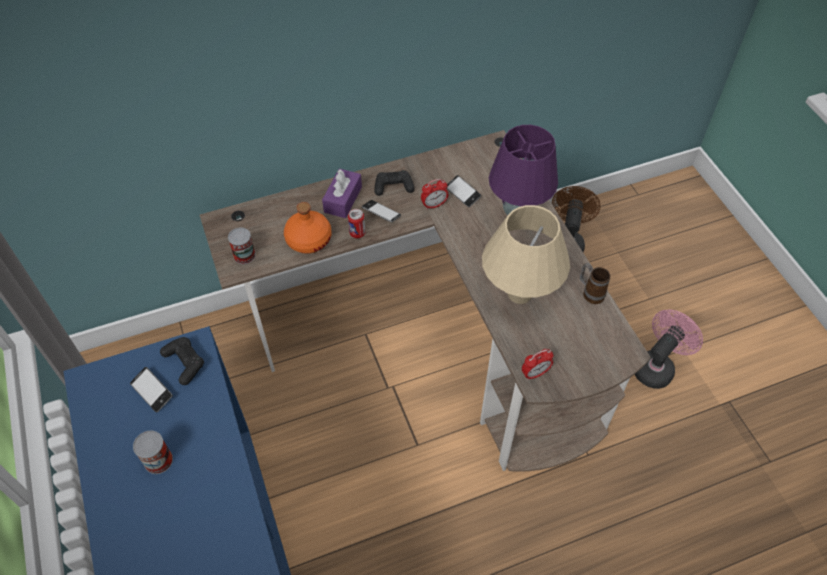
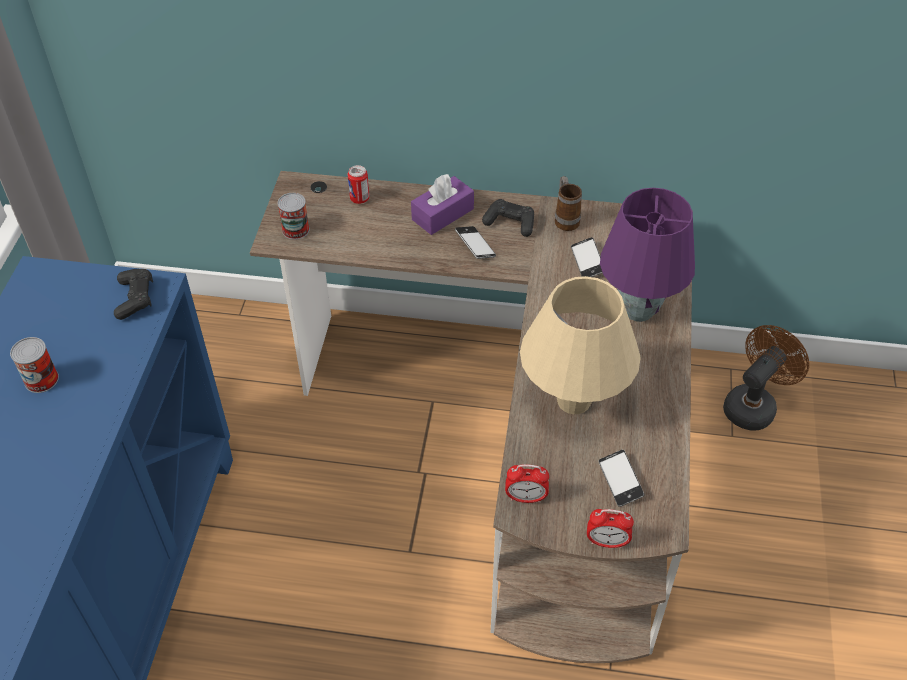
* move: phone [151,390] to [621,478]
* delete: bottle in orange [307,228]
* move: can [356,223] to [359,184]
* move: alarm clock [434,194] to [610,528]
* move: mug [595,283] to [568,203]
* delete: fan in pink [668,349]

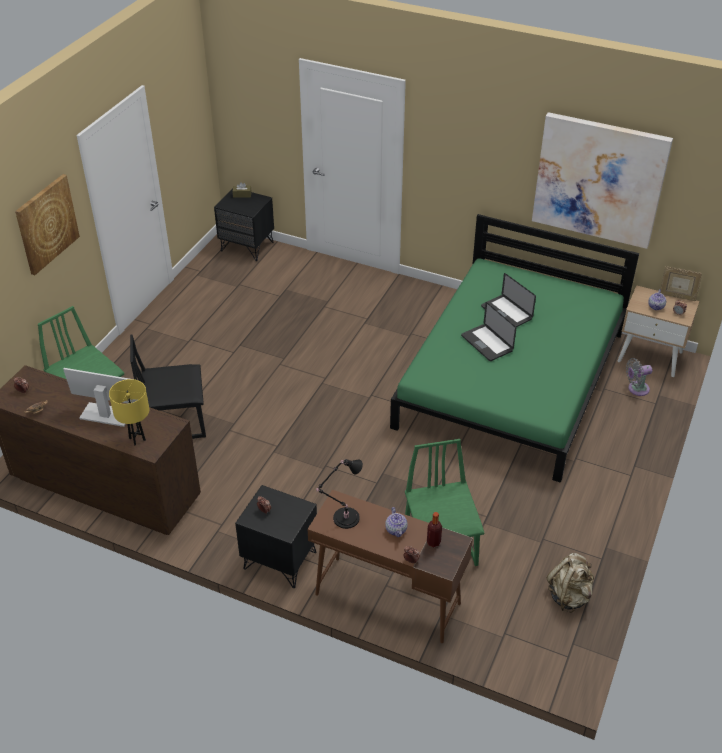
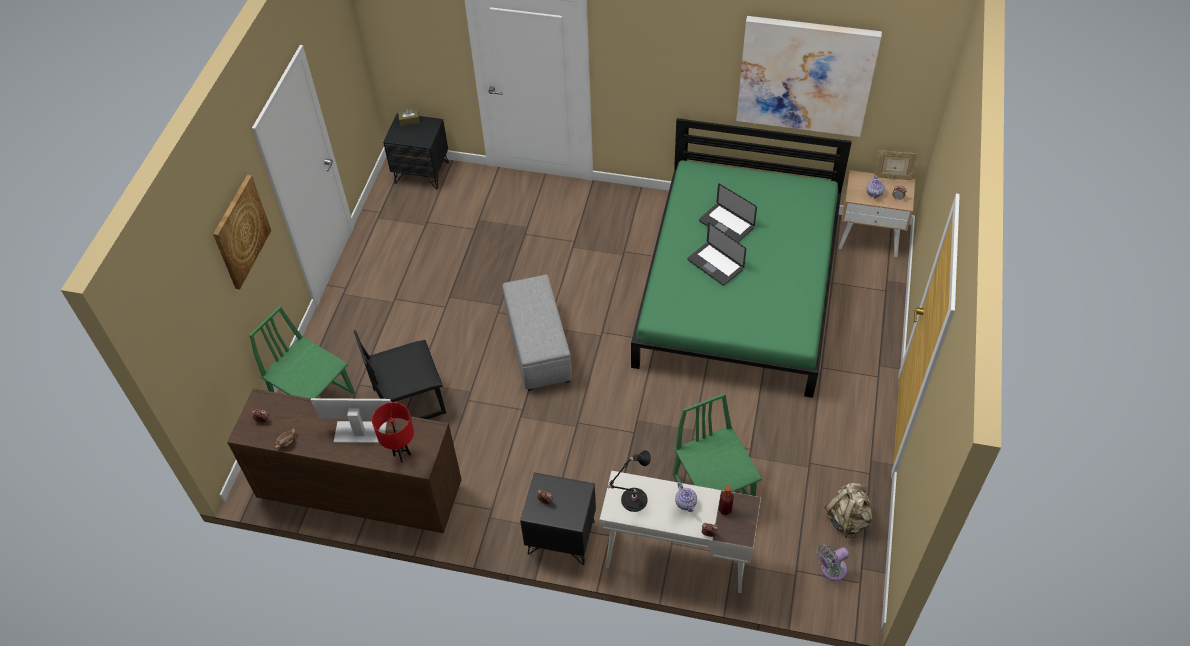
* recolor: table lamp in yellow [129,412] to table lamp in red [393,432]
* recolor: desk in brown [390,566] to desk in white [680,532]
* move: fan in grey [639,377] to [833,562]
* insert: ottoman in grey [537,333]

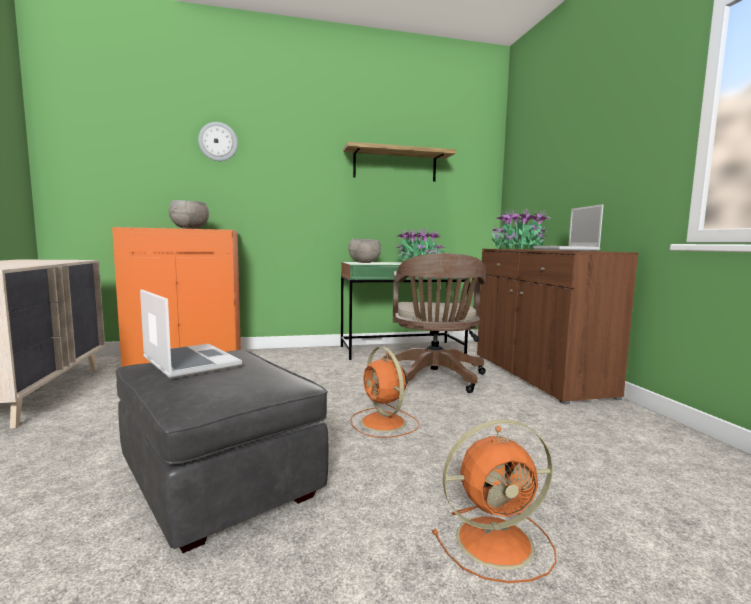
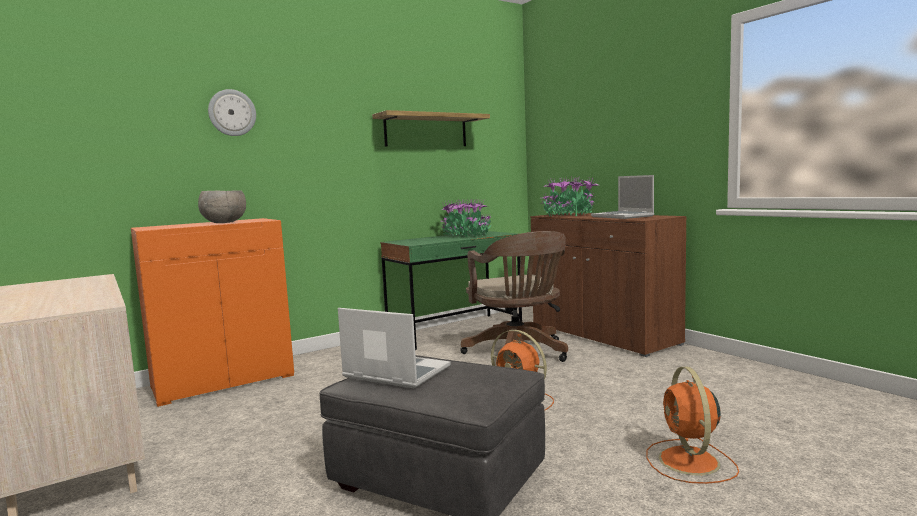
* delete: bowl in grey [364,251]
* rotate: fan in orange [494,501] = [692,425] 120 degrees clockwise

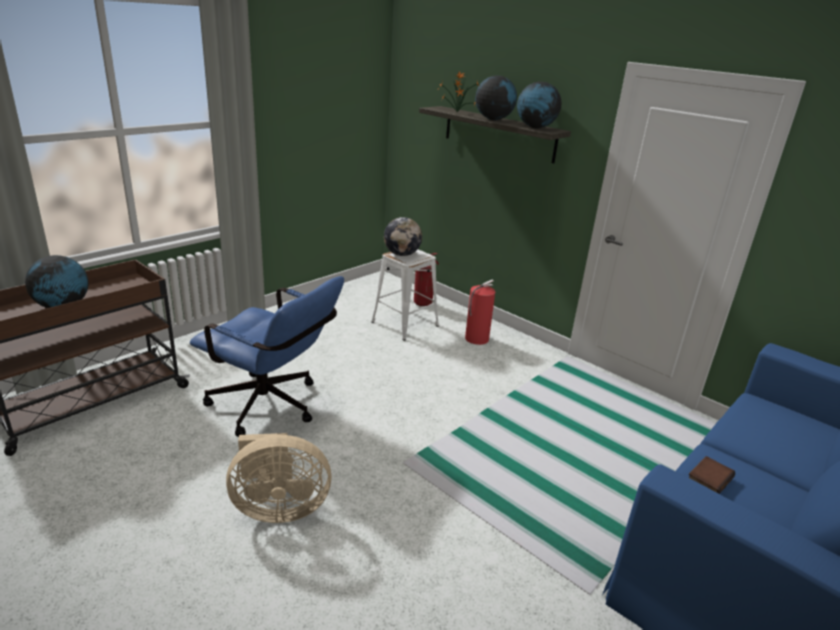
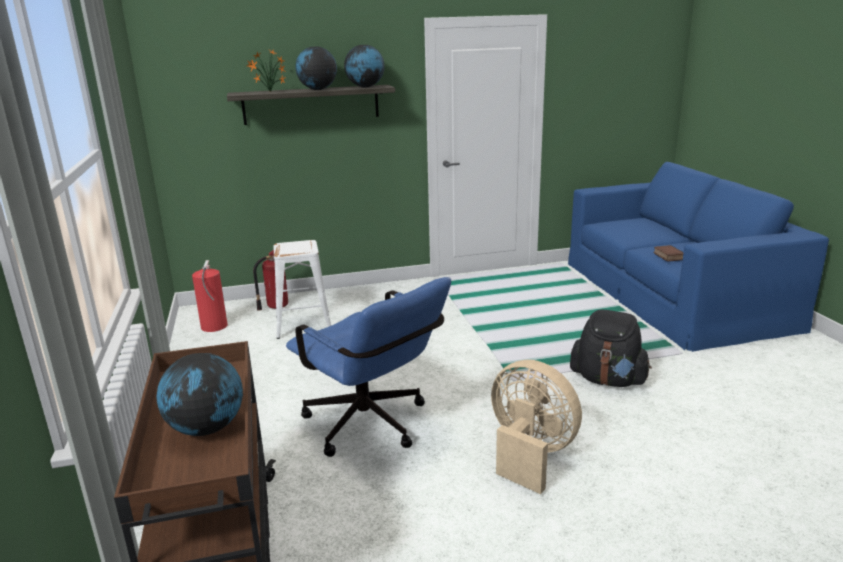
* rotate: office chair in blue [267,356] = [368,367] 75 degrees clockwise
* rotate: fan in beige [279,478] = [536,427] 75 degrees counterclockwise
* delete: globe [403,236]
* move: fire extinguisher [480,312] to [210,296]
* insert: backpack in black [611,348]

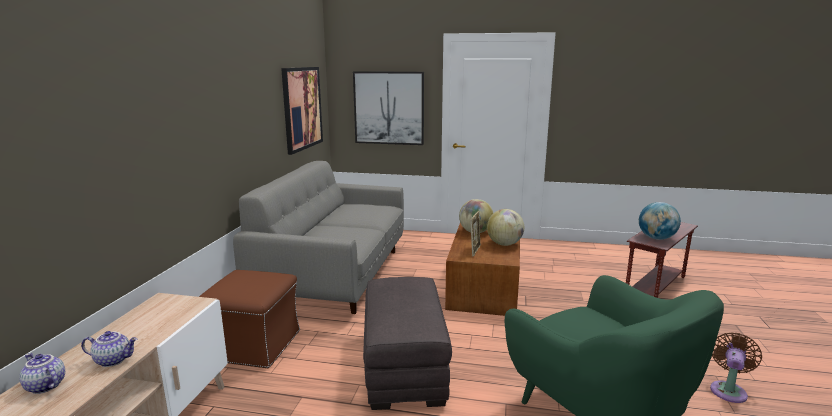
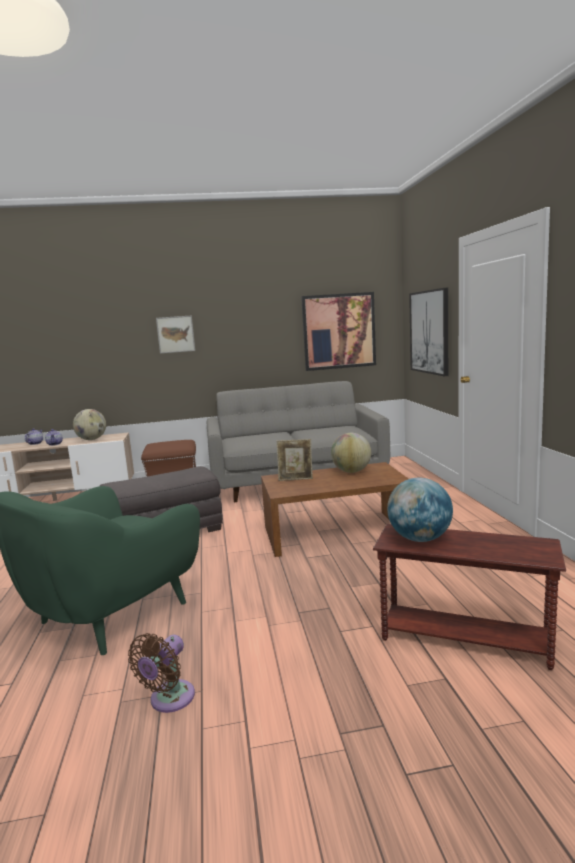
* move: globe [505,227] to [89,424]
* rotate: fan in brown [736,367] = [161,673] 105 degrees clockwise
* insert: picture [175,334]

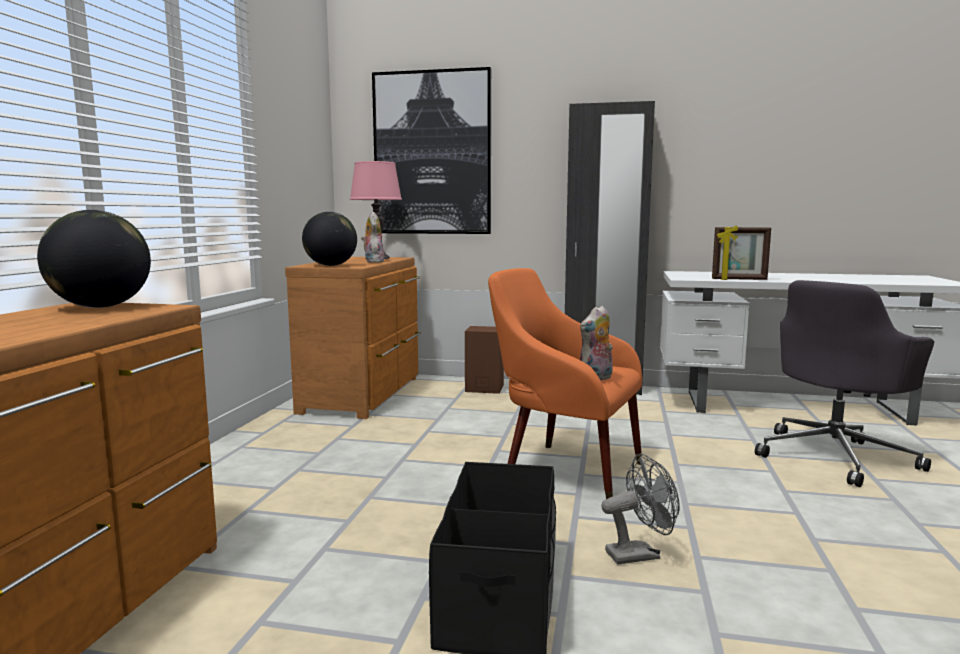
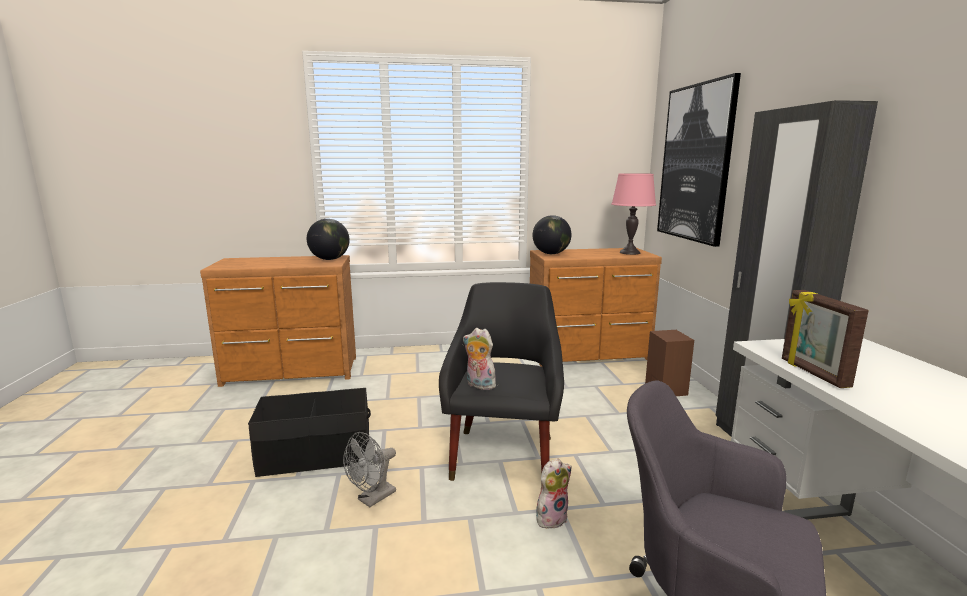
* move: plush toy [373,237] to [554,493]
* recolor: armchair in orange [565,383] to armchair in black [501,381]
* rotate: fan in grey [640,508] = [369,469] 75 degrees clockwise

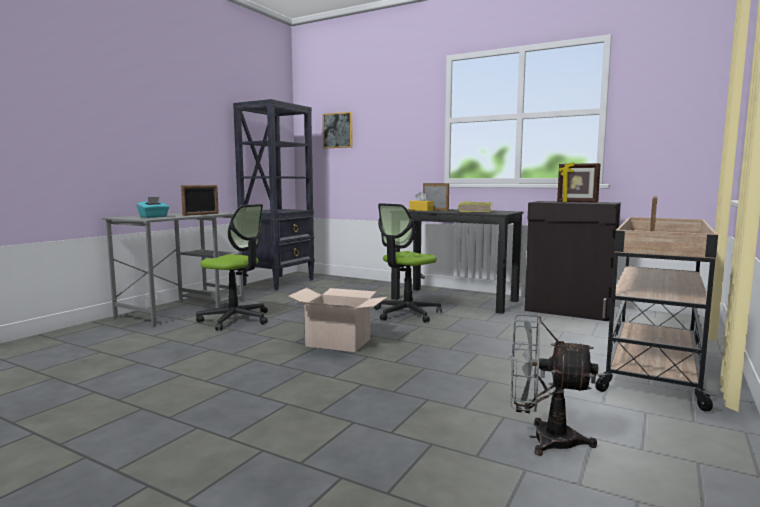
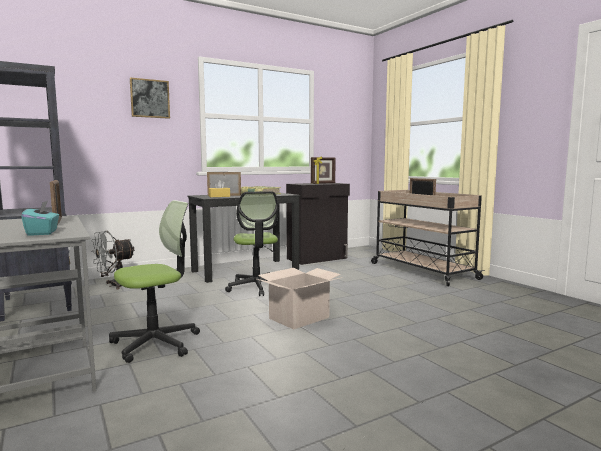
* move: picture [338,130] to [150,98]
* move: fan in grey [554,385] to [113,260]

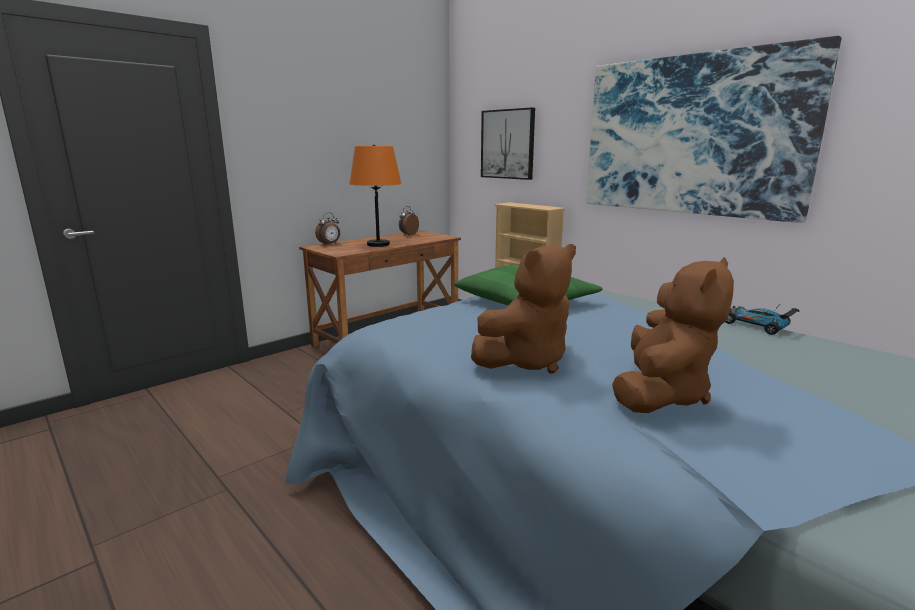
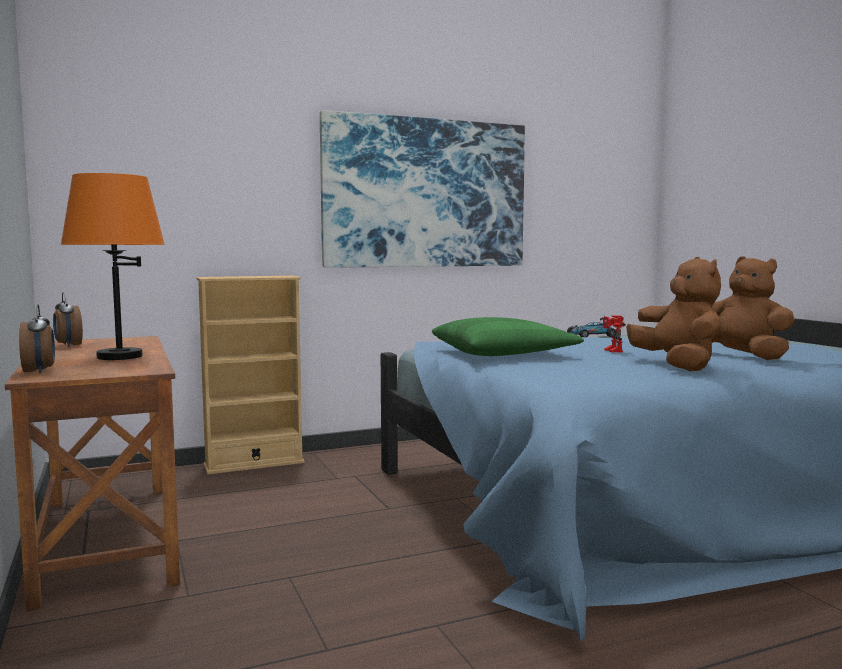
* delete: picture [508,143]
* insert: toy robot [614,333]

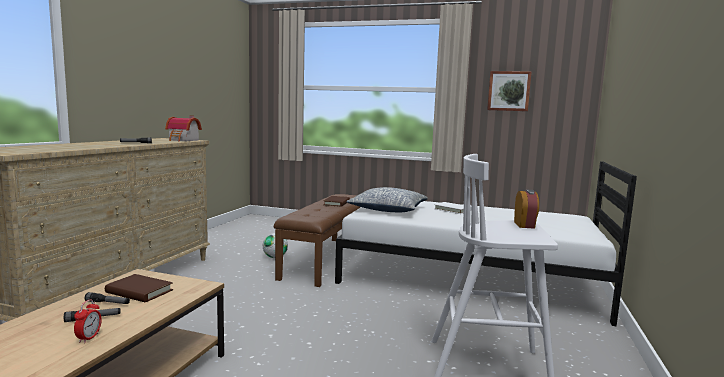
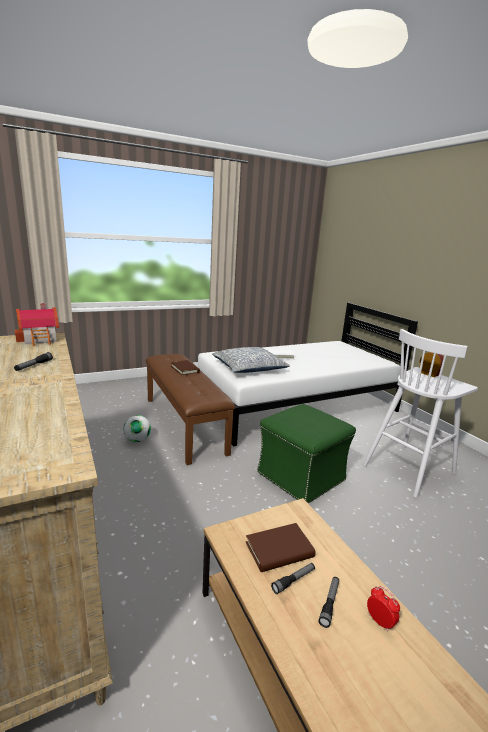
* delete: picture [509,91]
* insert: ottoman in green [306,454]

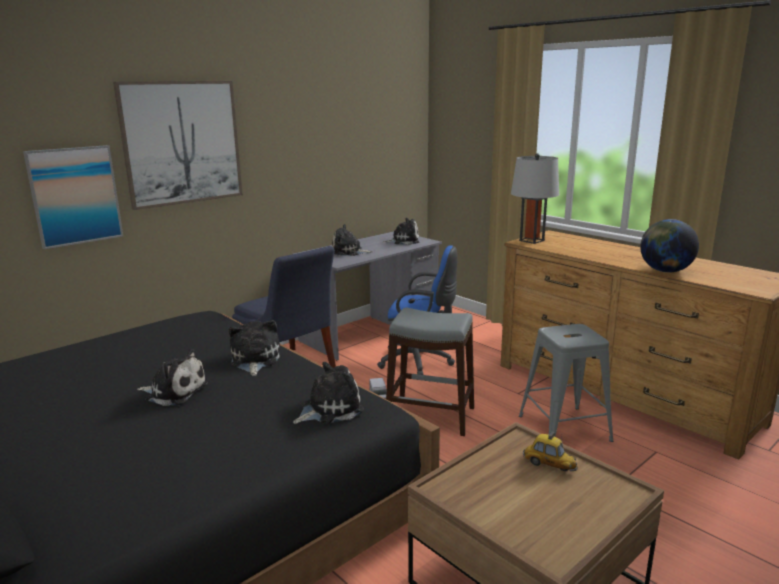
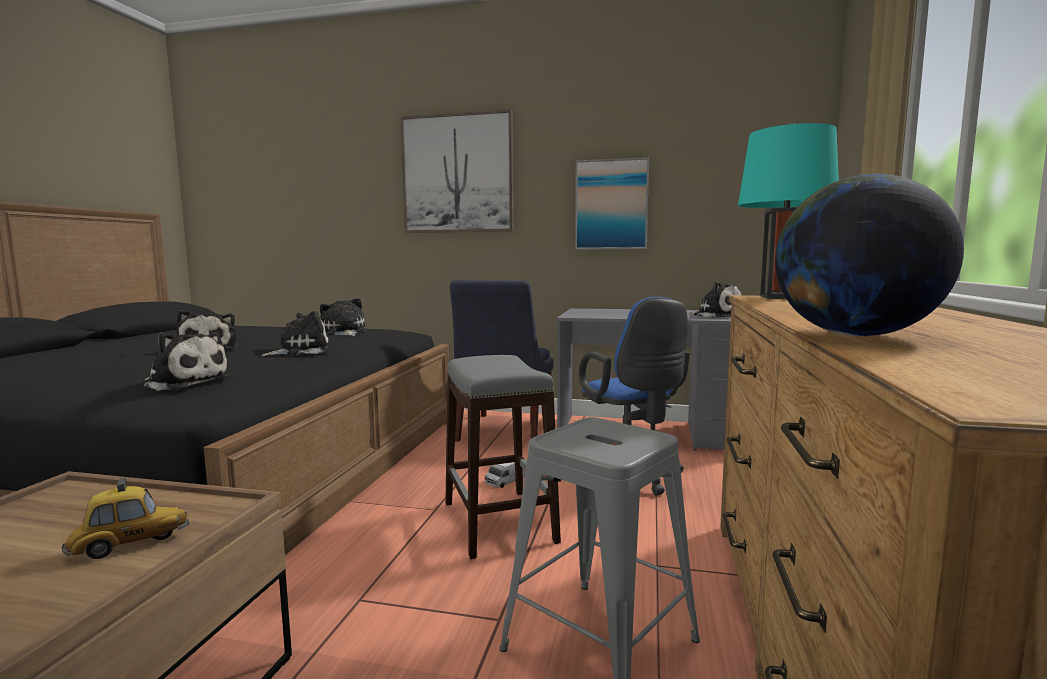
* move: picture [73,197] to [612,203]
* move: plush toy [352,240] to [343,317]
* recolor: table lamp in grey [535,198] to table lamp in turquoise [788,211]
* rotate: toy car [550,451] = [125,518] 120 degrees counterclockwise

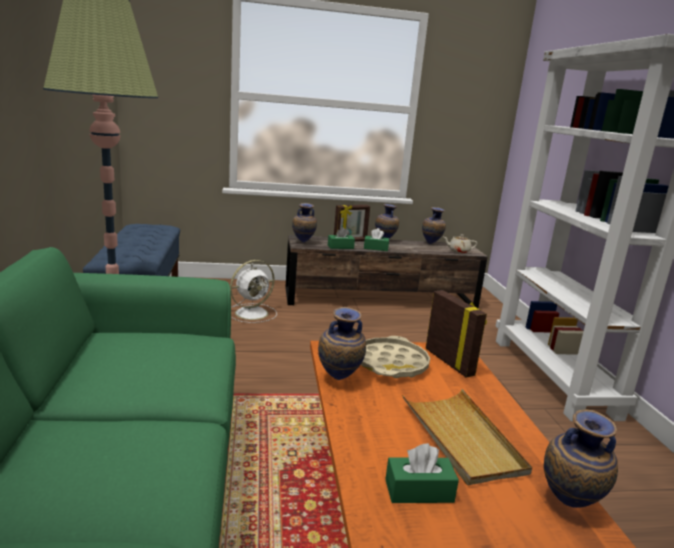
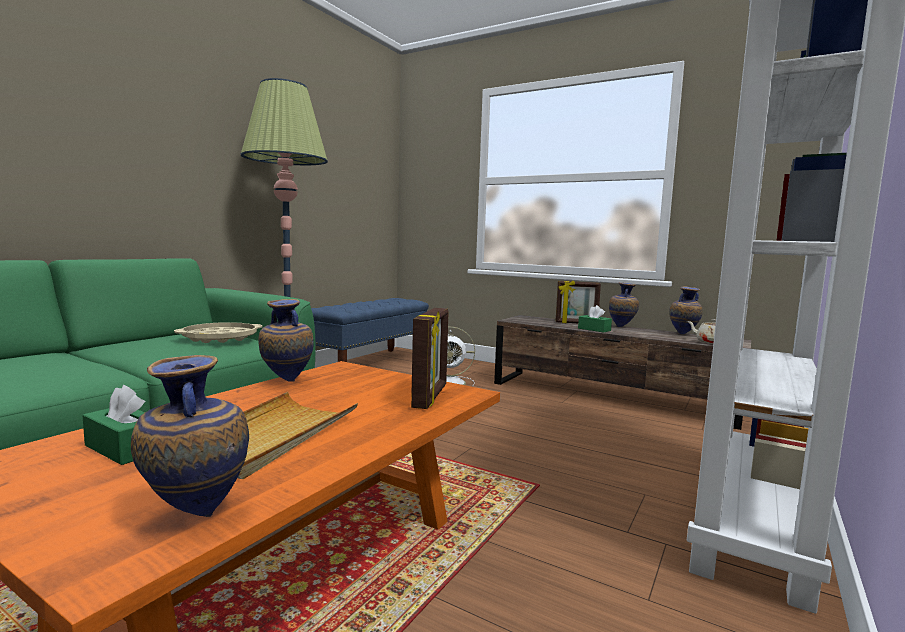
* delete: vase [304,222]
* delete: tissue box in green [341,238]
* move: tray in beige [395,357] to [218,332]

